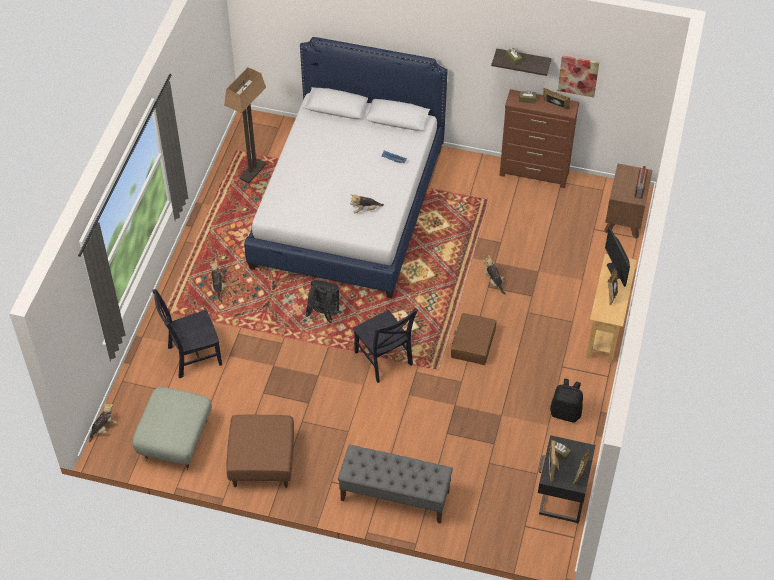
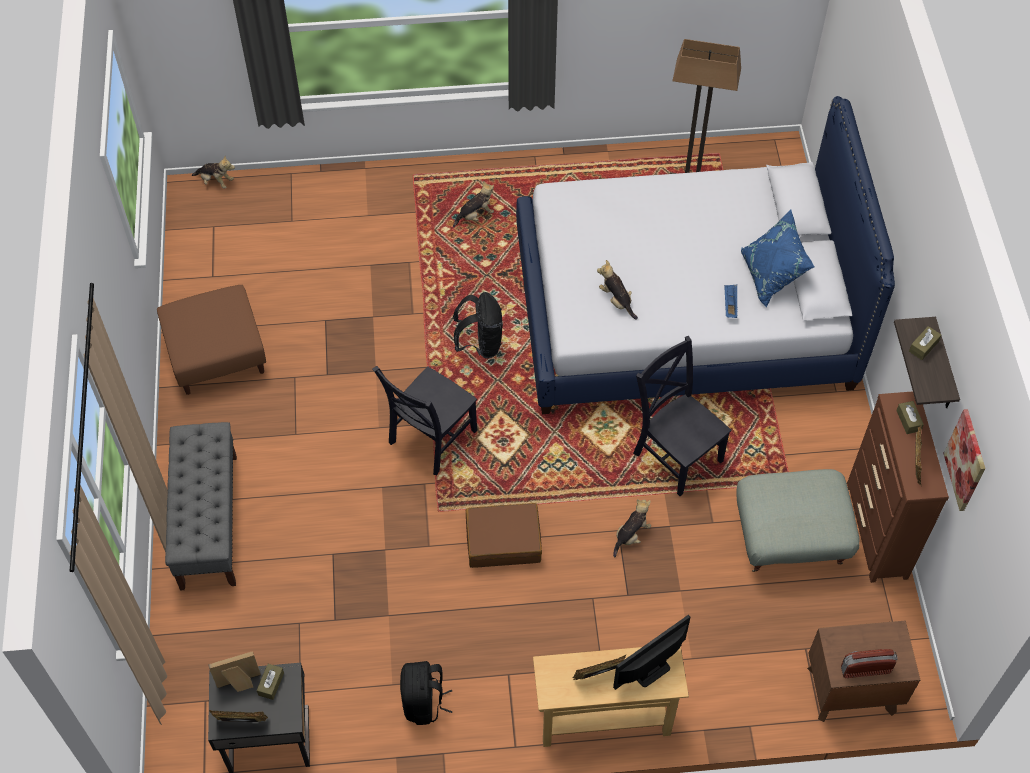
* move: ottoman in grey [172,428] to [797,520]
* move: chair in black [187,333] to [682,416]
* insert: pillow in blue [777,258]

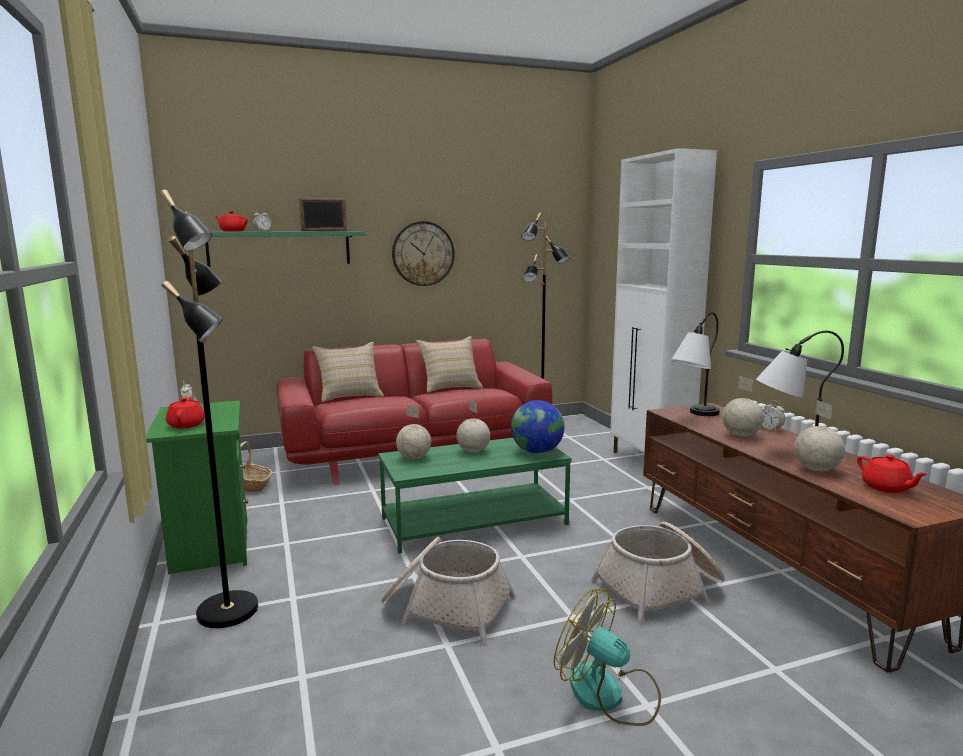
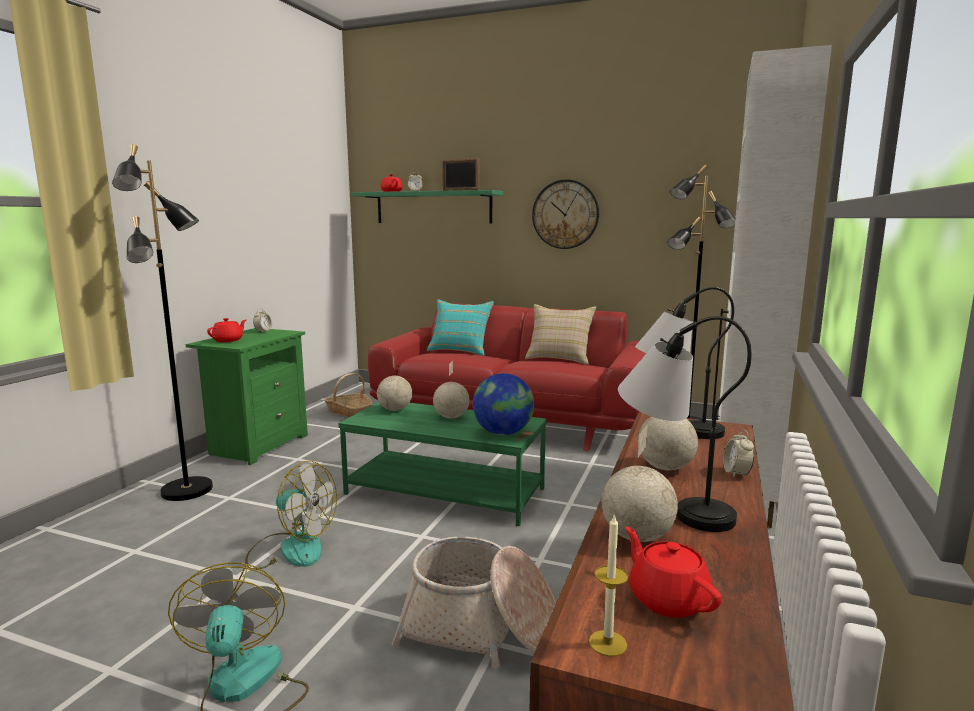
* recolor: pillow in beige [348,372] to pillow in turquoise [460,327]
* replace: basket [448,590] to fan [291,515]
* rotate: teapot in red [892,473] = [673,572] 135 degrees clockwise
* insert: candle [608,585]

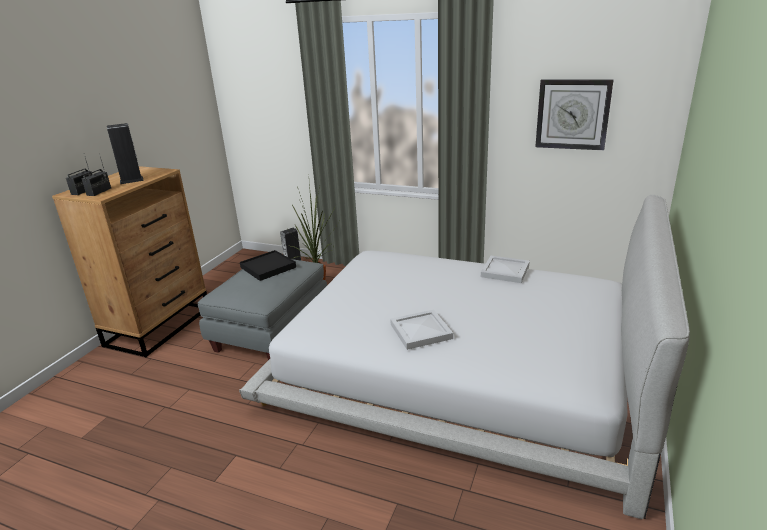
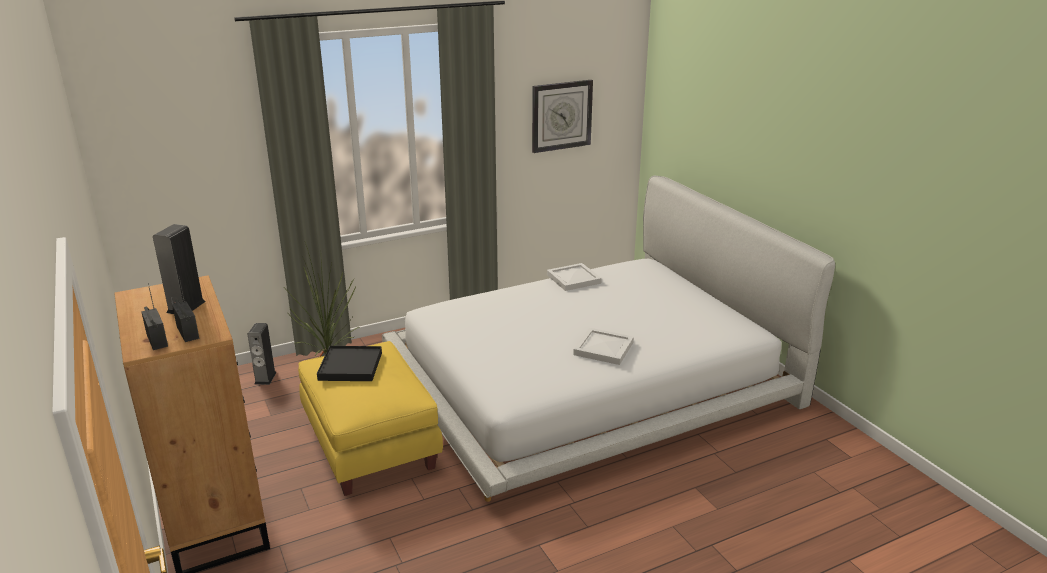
* recolor: ottoman in grey [262,309] to ottoman in yellow [370,418]

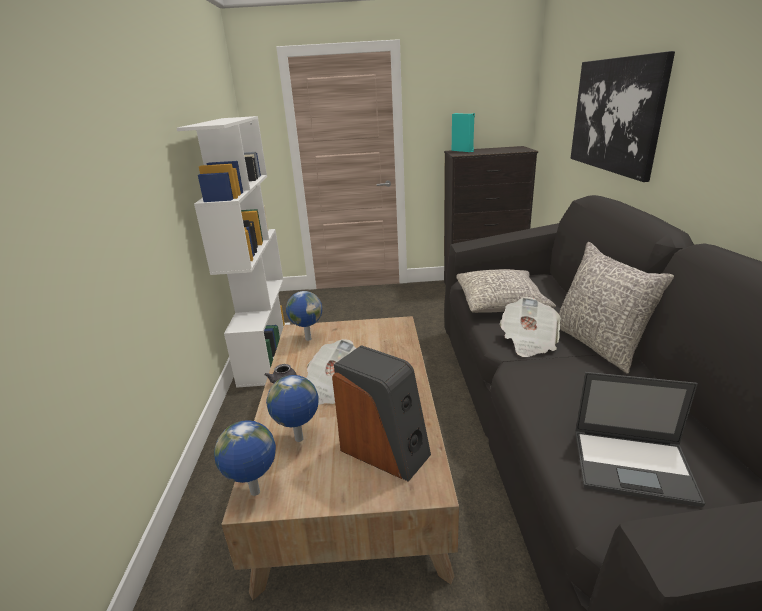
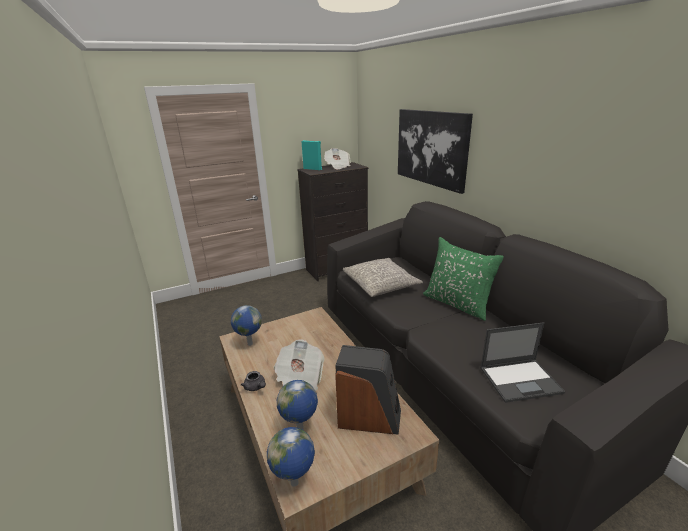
* delete: bookcase in white [233,252]
* move: newspaper [530,327] to [337,158]
* recolor: pillow in grey [616,307] to pillow in green [463,279]

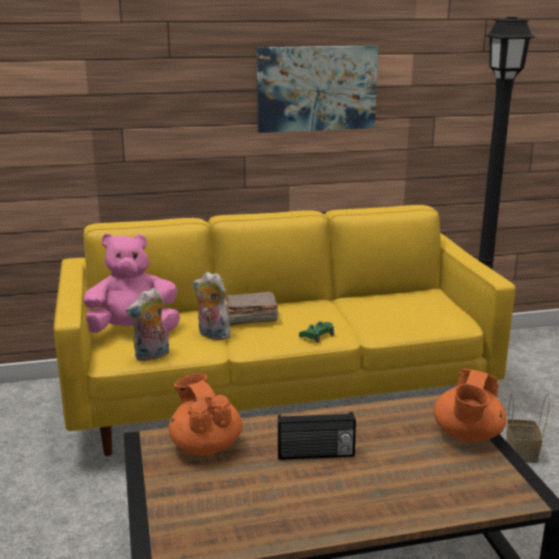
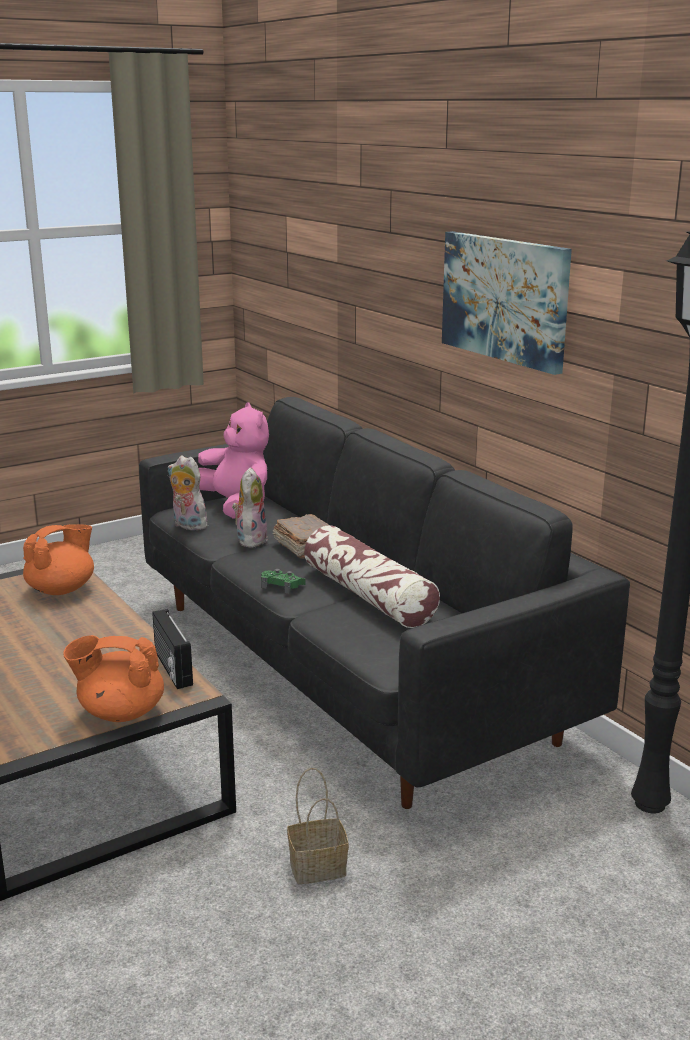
* recolor: sofa in yellow [285,330] to sofa in black [384,603]
* move: radio [317,436] to [172,649]
* insert: pillow [372,576]

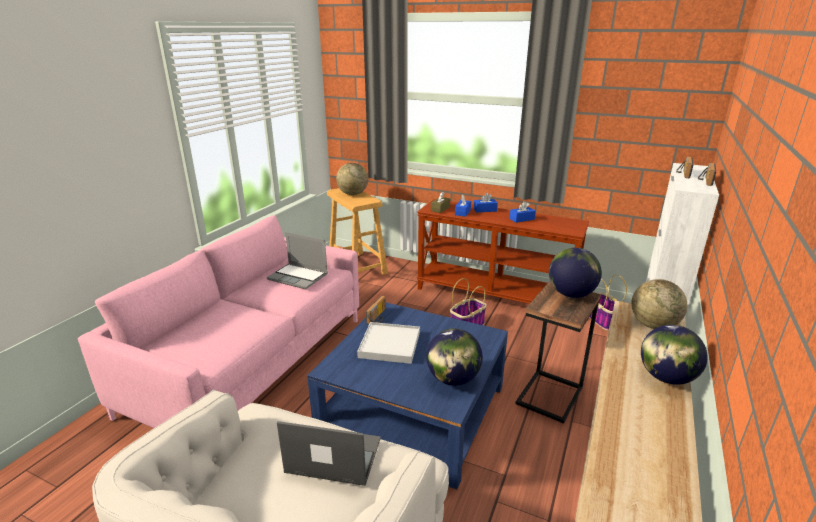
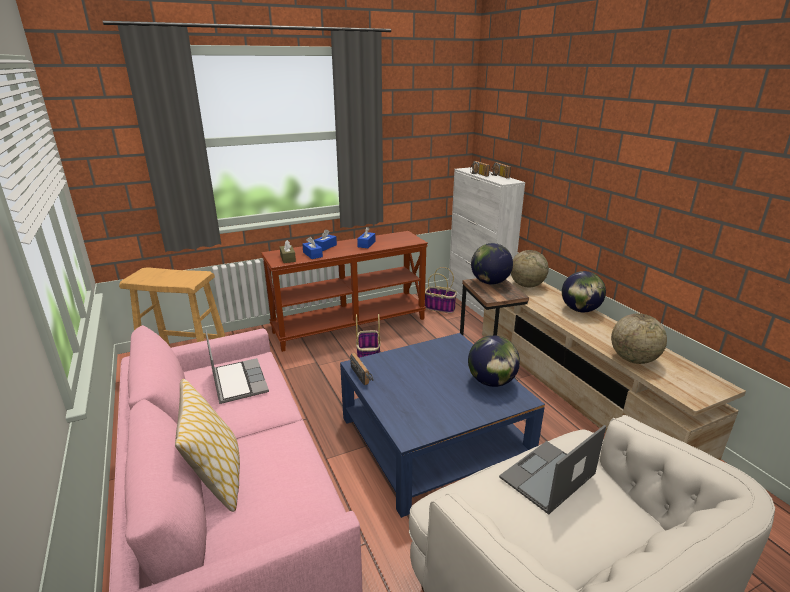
* rotate: laptop [297,260] = [237,367] 90 degrees counterclockwise
* move: globe [352,179] to [639,339]
* delete: tray in white [388,343]
* insert: pillow [207,445]

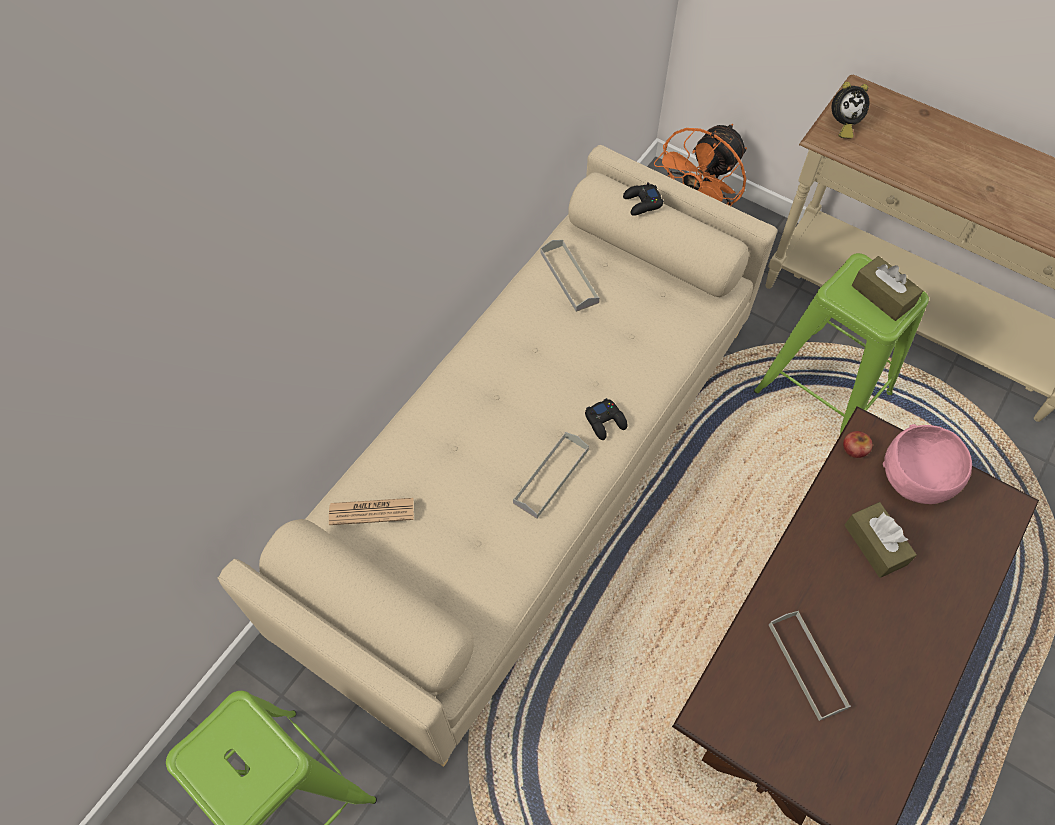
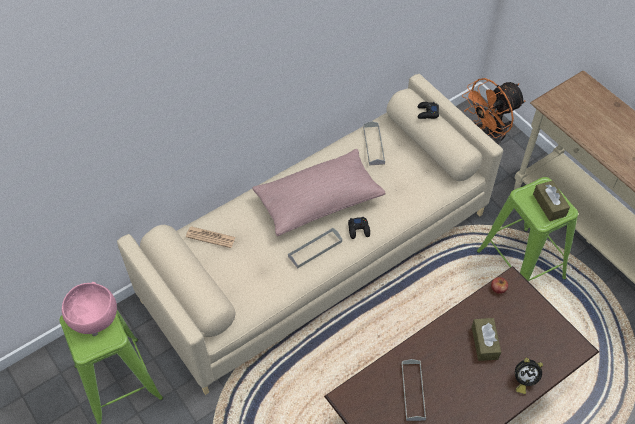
* move: alarm clock [850,110] to [529,376]
* move: bowl in pink [927,464] to [89,308]
* insert: pillow in pink [318,192]

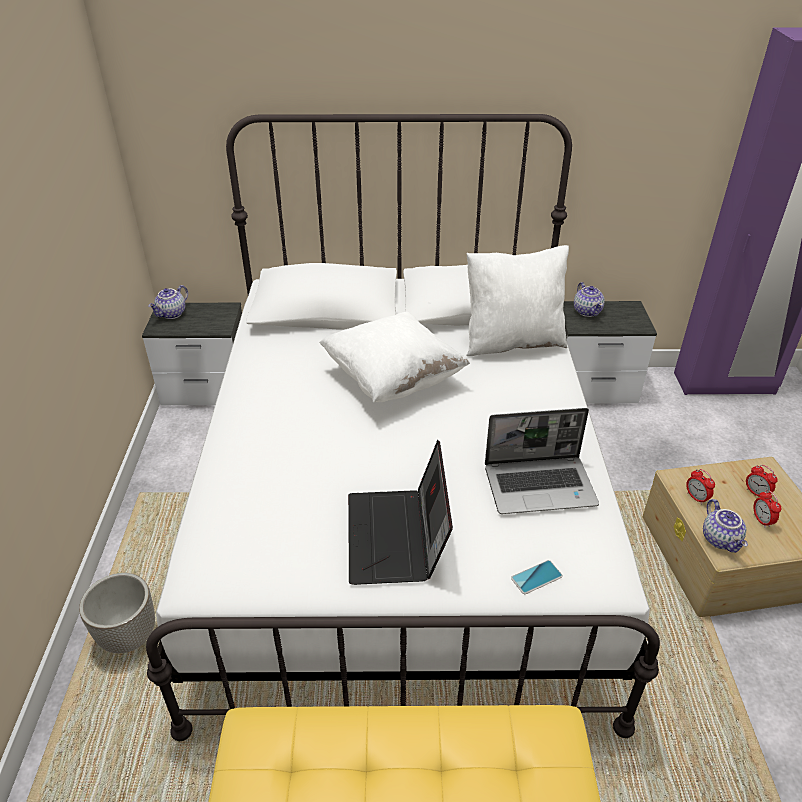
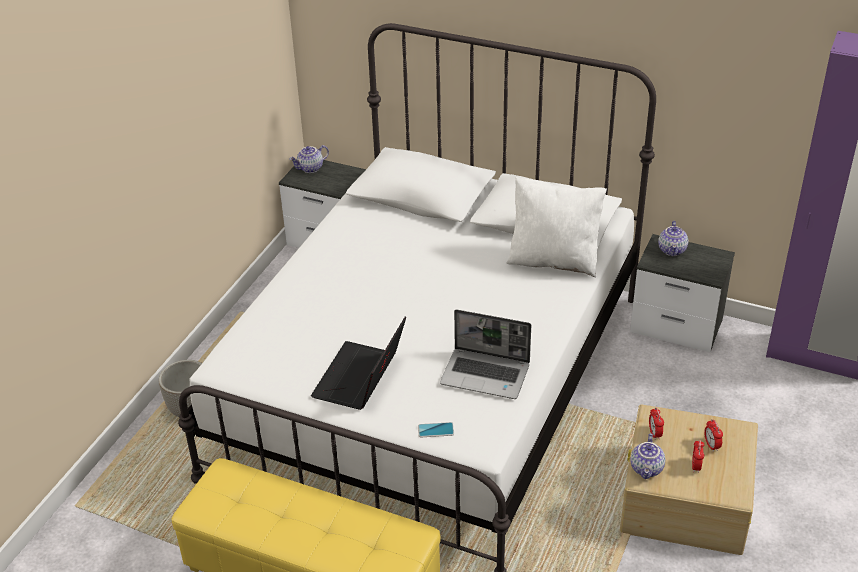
* delete: pillow in white [394,357]

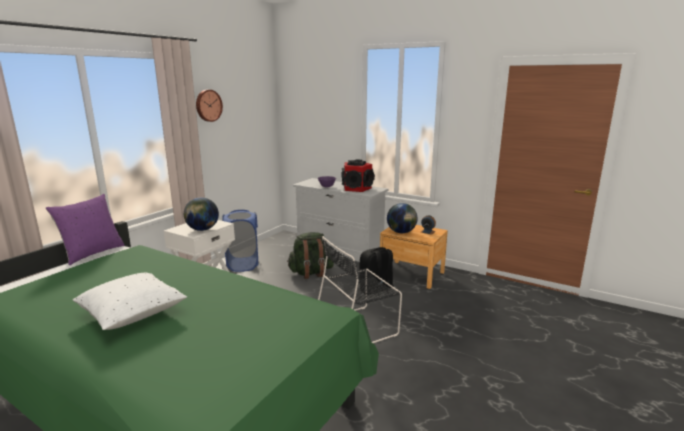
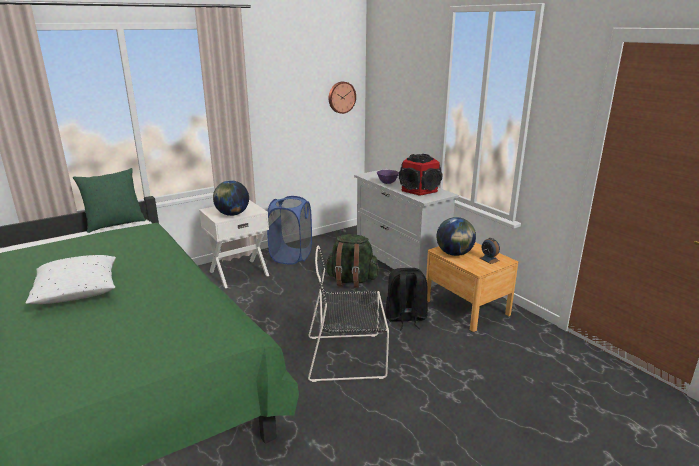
* recolor: pillow in purple [85,229] to pillow in green [109,200]
* move: wall clock [209,106] to [342,98]

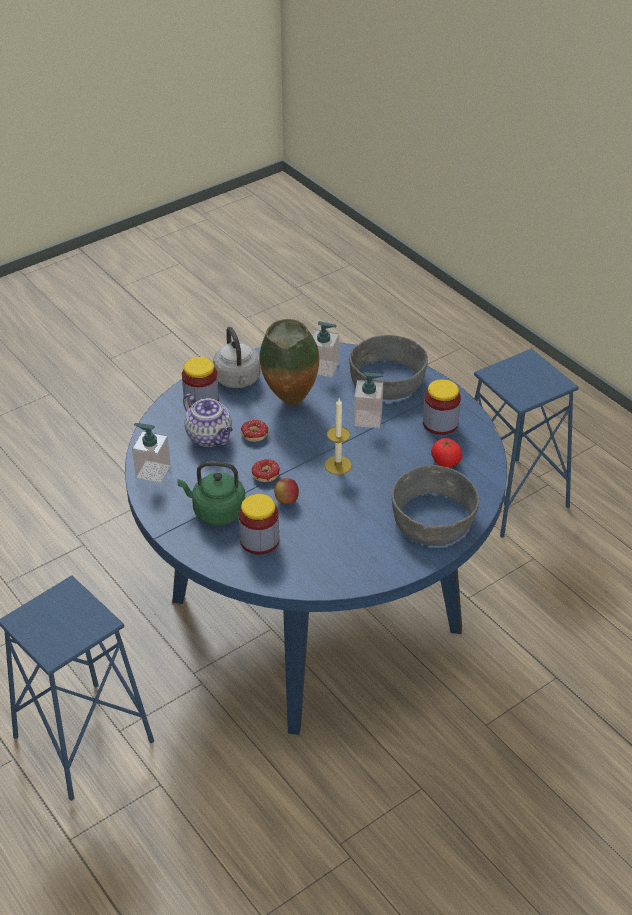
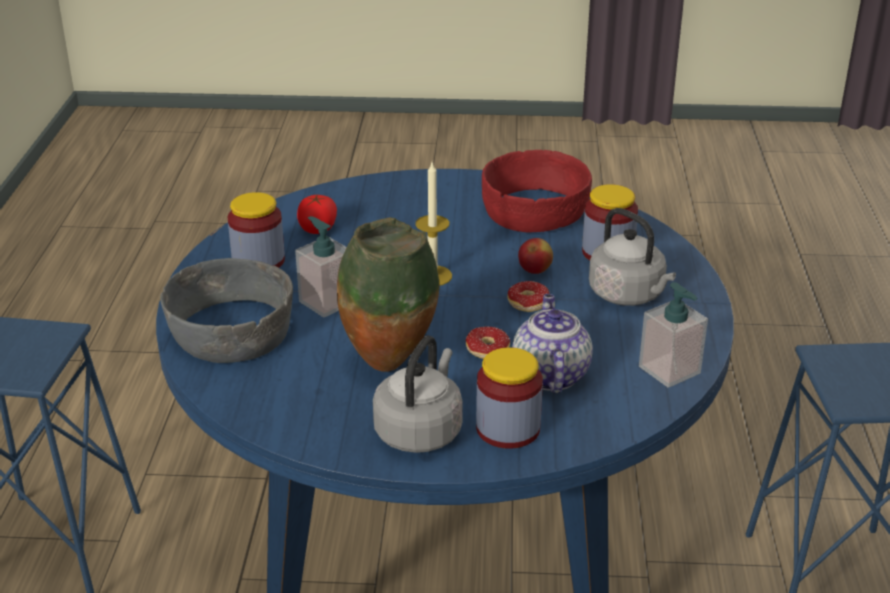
* recolor: kettle in green [211,493] to kettle in grey [632,257]
* delete: soap dispenser [325,349]
* delete: bowl in grey [435,505]
* insert: bowl in red [537,191]

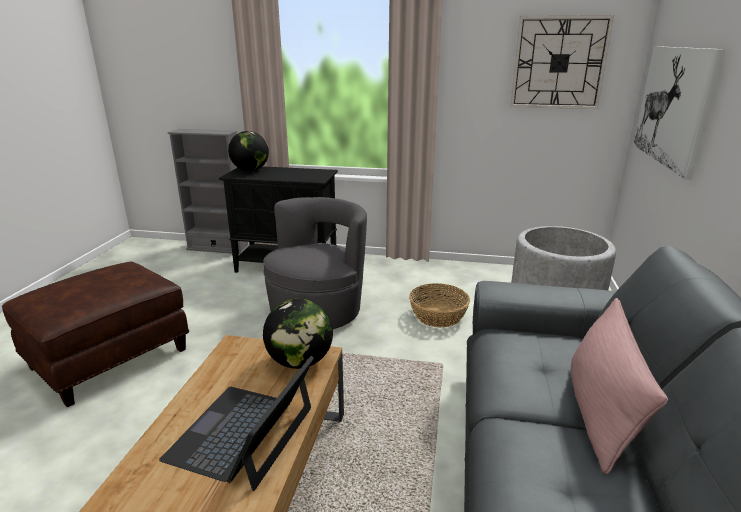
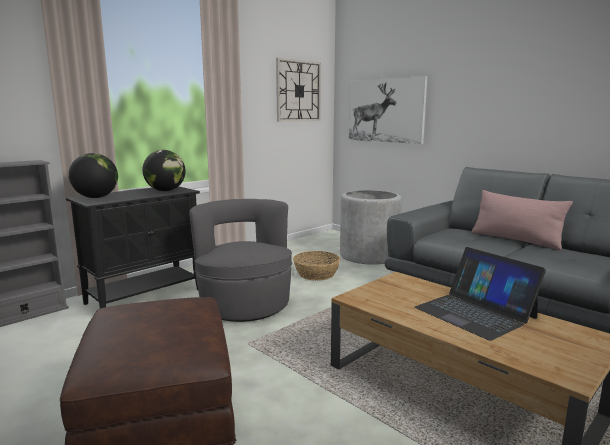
* move: globe [298,333] to [164,170]

